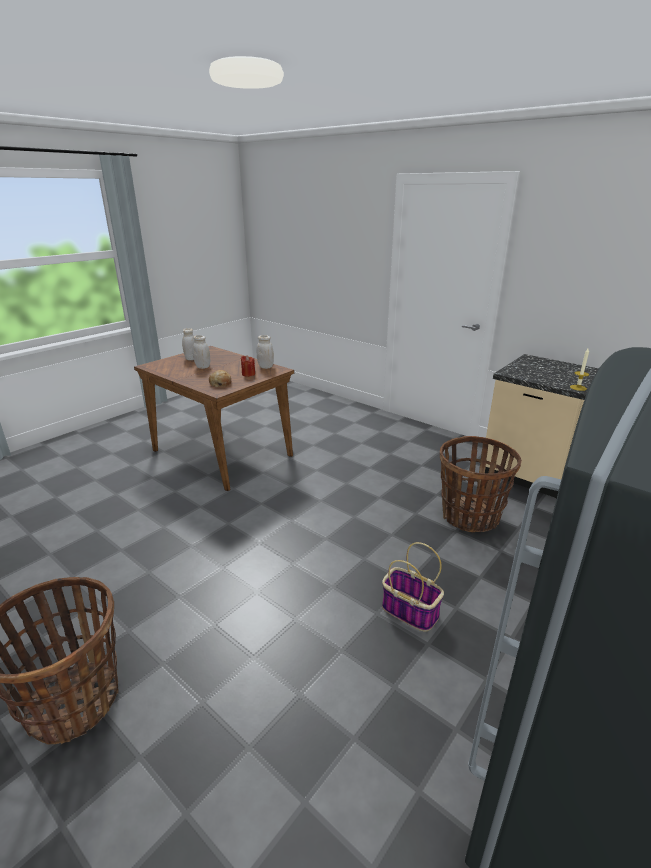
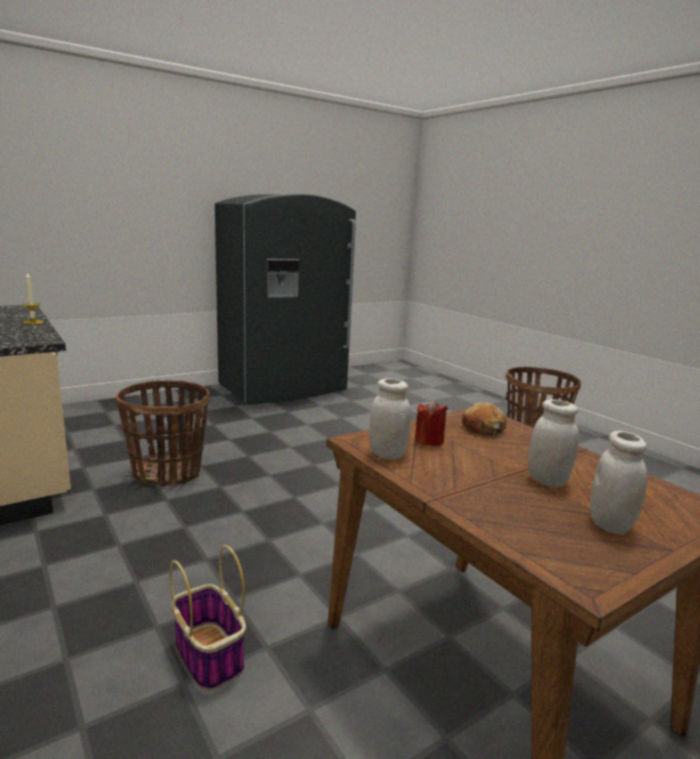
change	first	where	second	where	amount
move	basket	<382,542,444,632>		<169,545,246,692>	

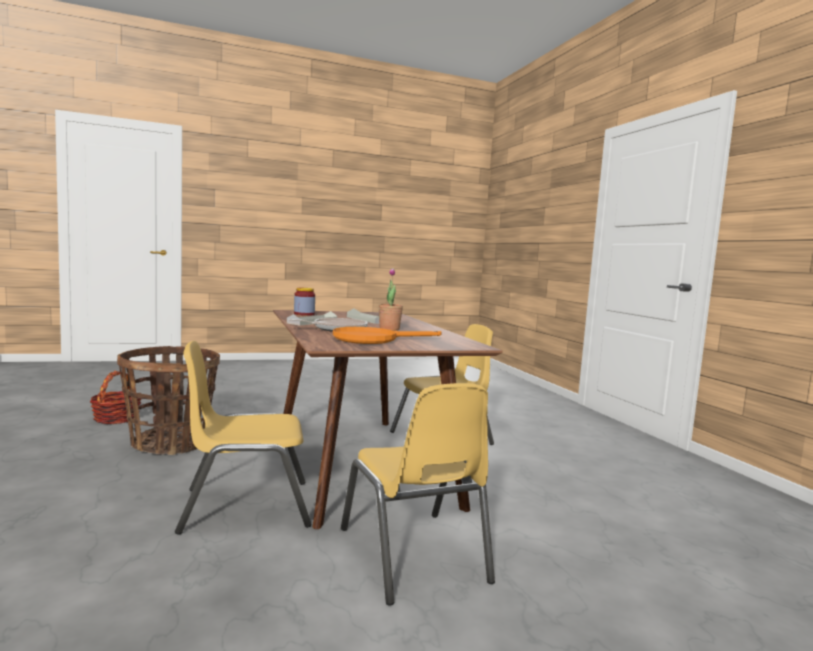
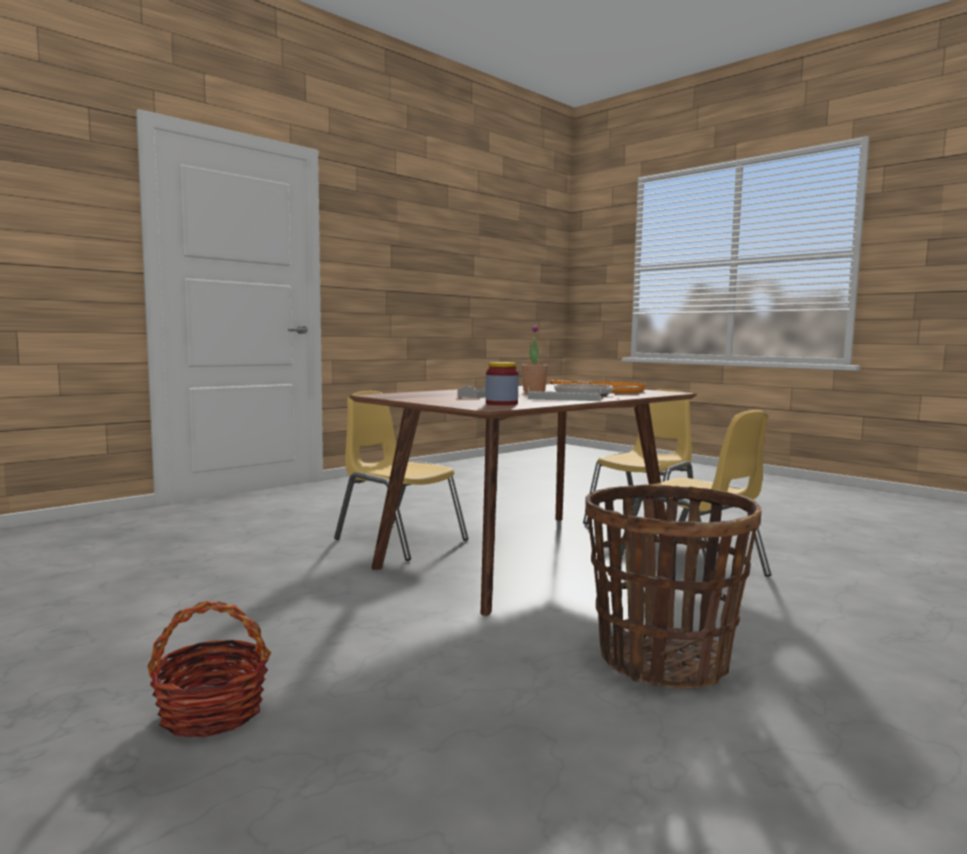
change	first	where	second	where	amount
move	basket	<90,371,142,424>		<147,601,271,737>	

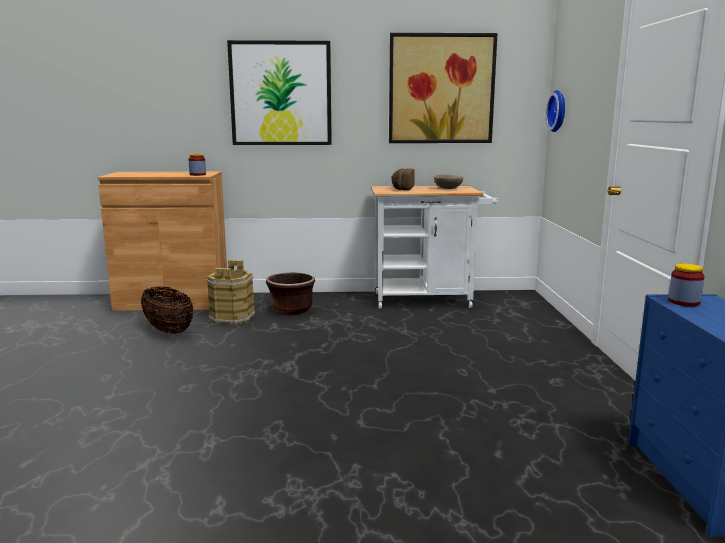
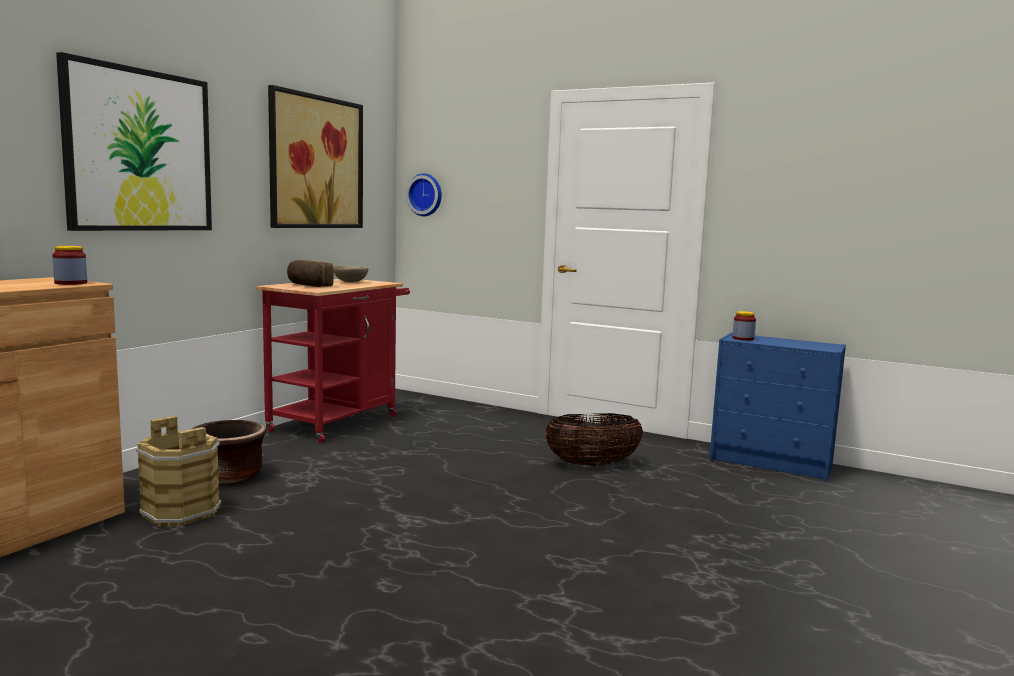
change	first	where	second	where	amount
move	basket	<141,287,193,334>		<545,413,643,466>	
recolor	white cart	<371,186,498,309>	red cart	<256,279,410,443>	

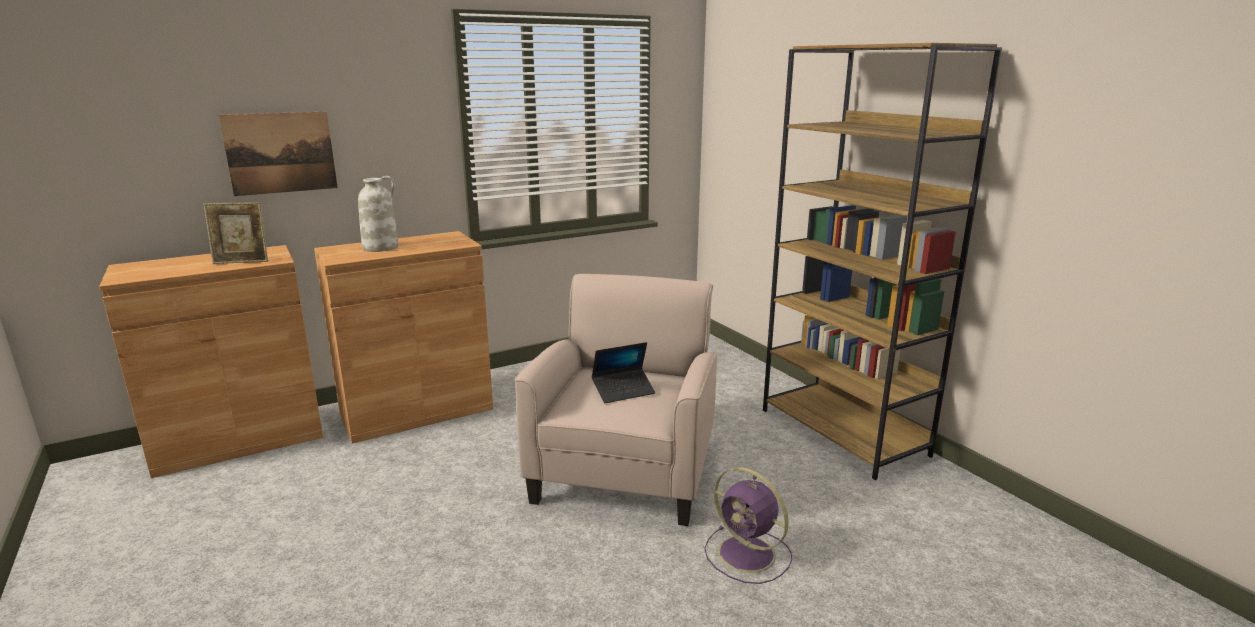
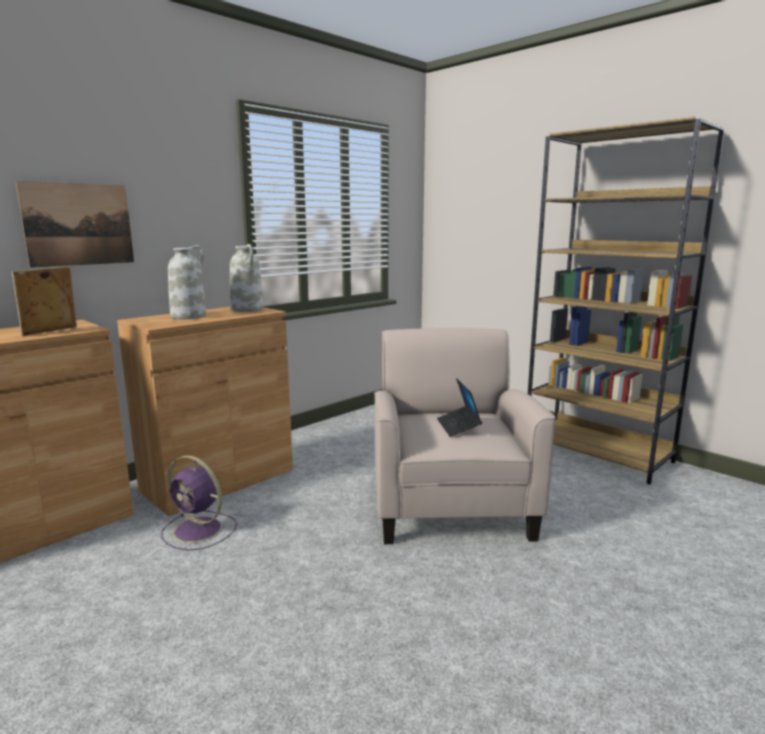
change	first	where	second	where	amount
rotate	picture frame	<204,202,268,264>		<12,266,77,336>	150 degrees clockwise
rotate	laptop	<591,342,655,403>		<437,378,482,437>	120 degrees clockwise
move	purple fan	<704,467,792,584>		<161,455,237,550>	
insert			white vase	<230,244,263,312>	

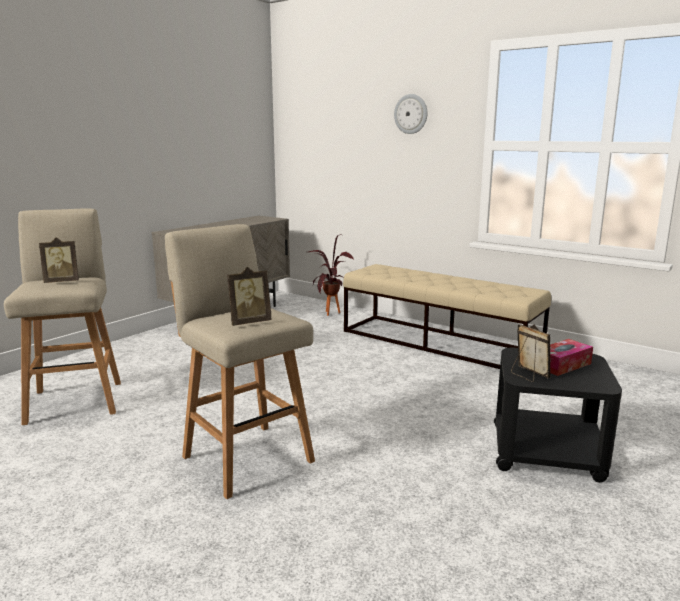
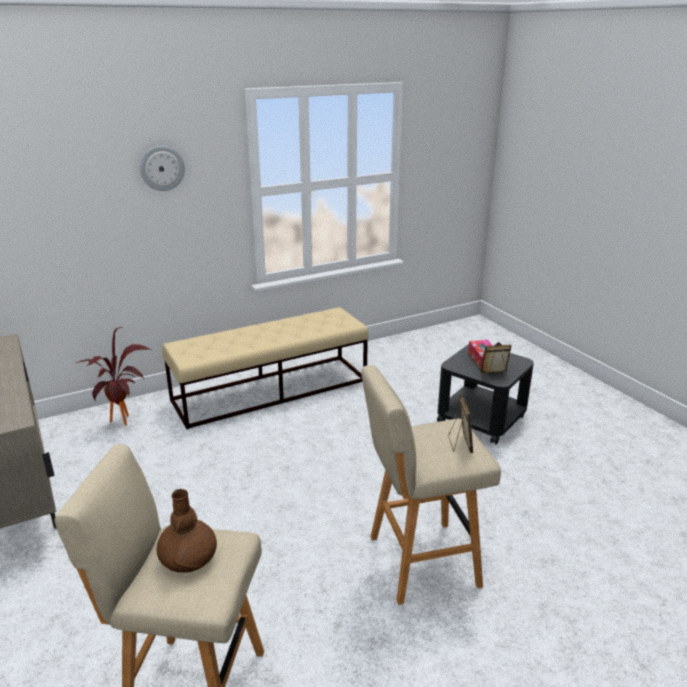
change	first	where	second	where	amount
replace	picture frame	<39,237,79,283>	brown vase	<156,489,217,573>	

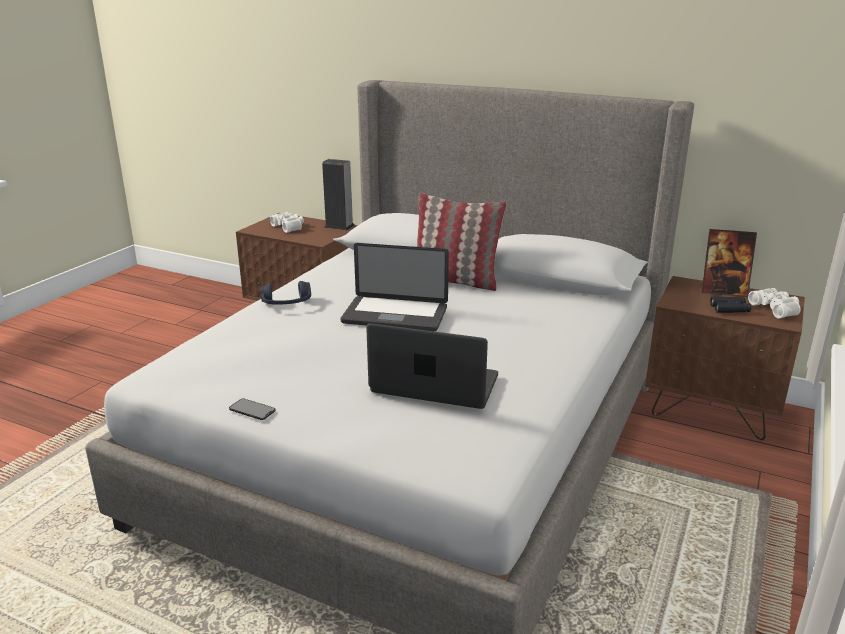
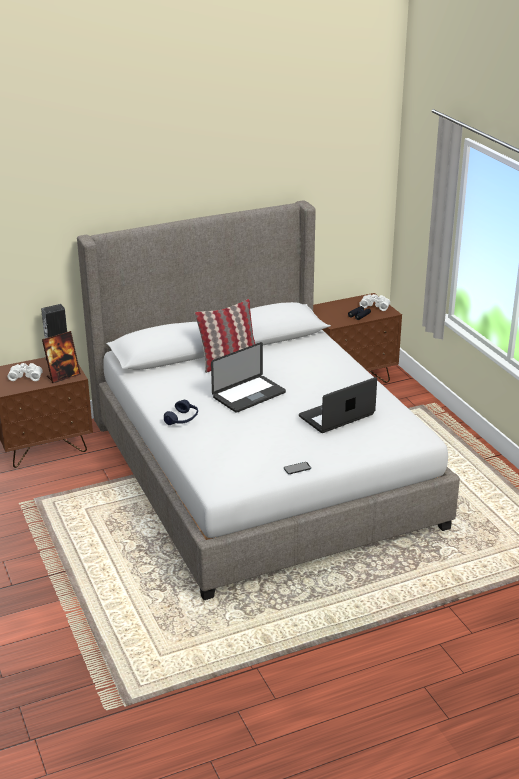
change	first	where	second	where	amount
move	picture frame	<701,229,757,297>		<42,331,81,383>	

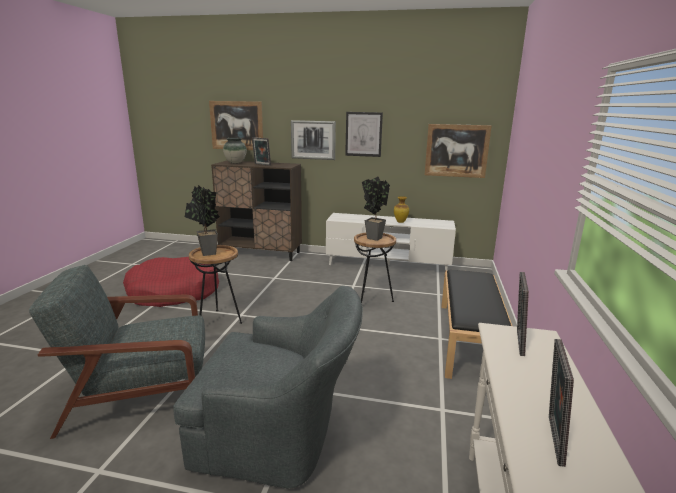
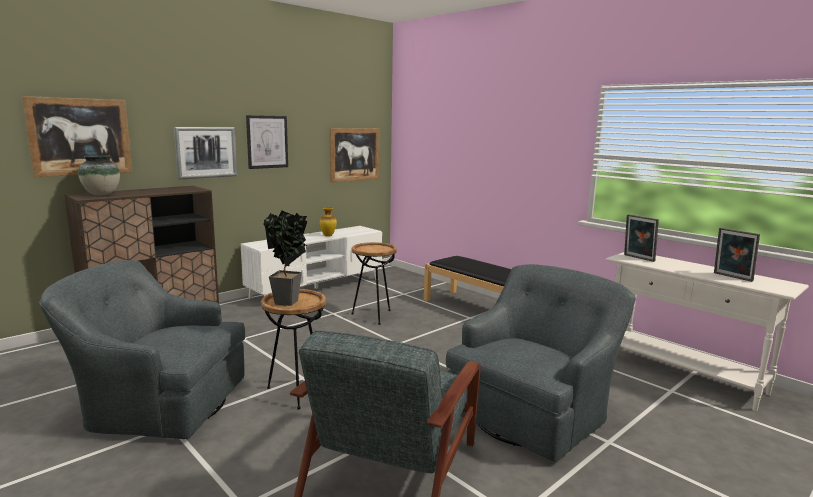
change	first	where	second	where	amount
replace	red dog bed	<123,257,219,307>	grey armchair	<39,260,245,439>	
delete	picture frame	<252,137,271,166>			
delete	potted plant	<362,176,390,241>			

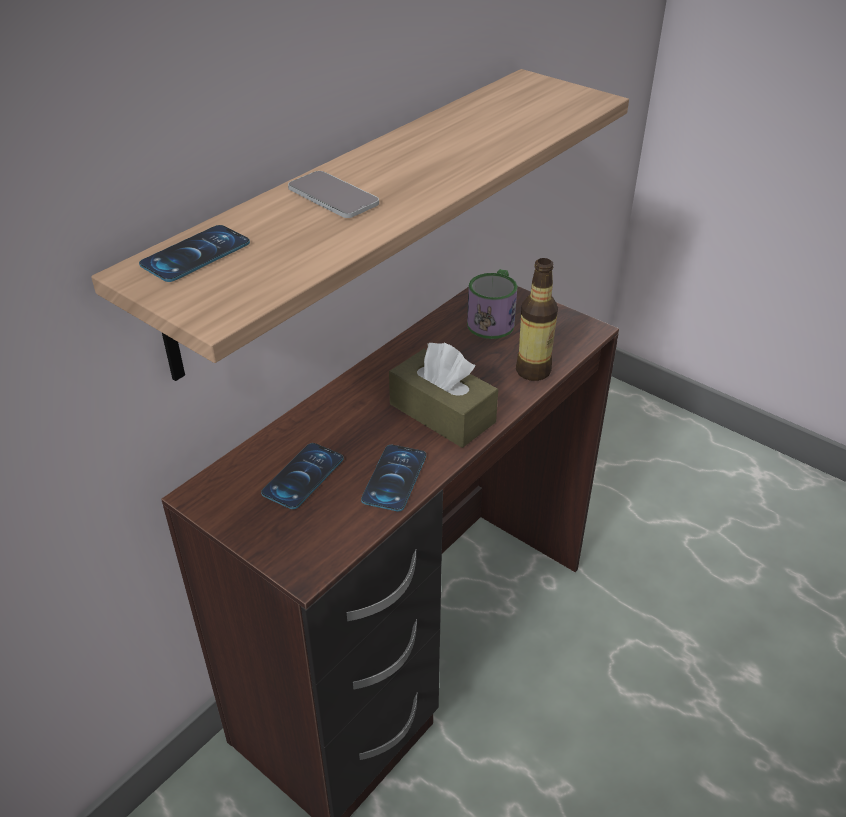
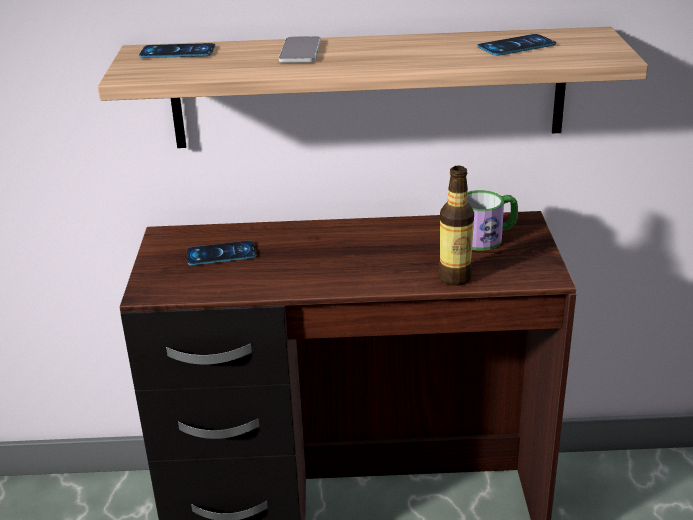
change	first	where	second	where	amount
move	phone	<361,445,426,512>		<477,34,556,56>	
delete	brown tissue box	<389,343,498,448>			

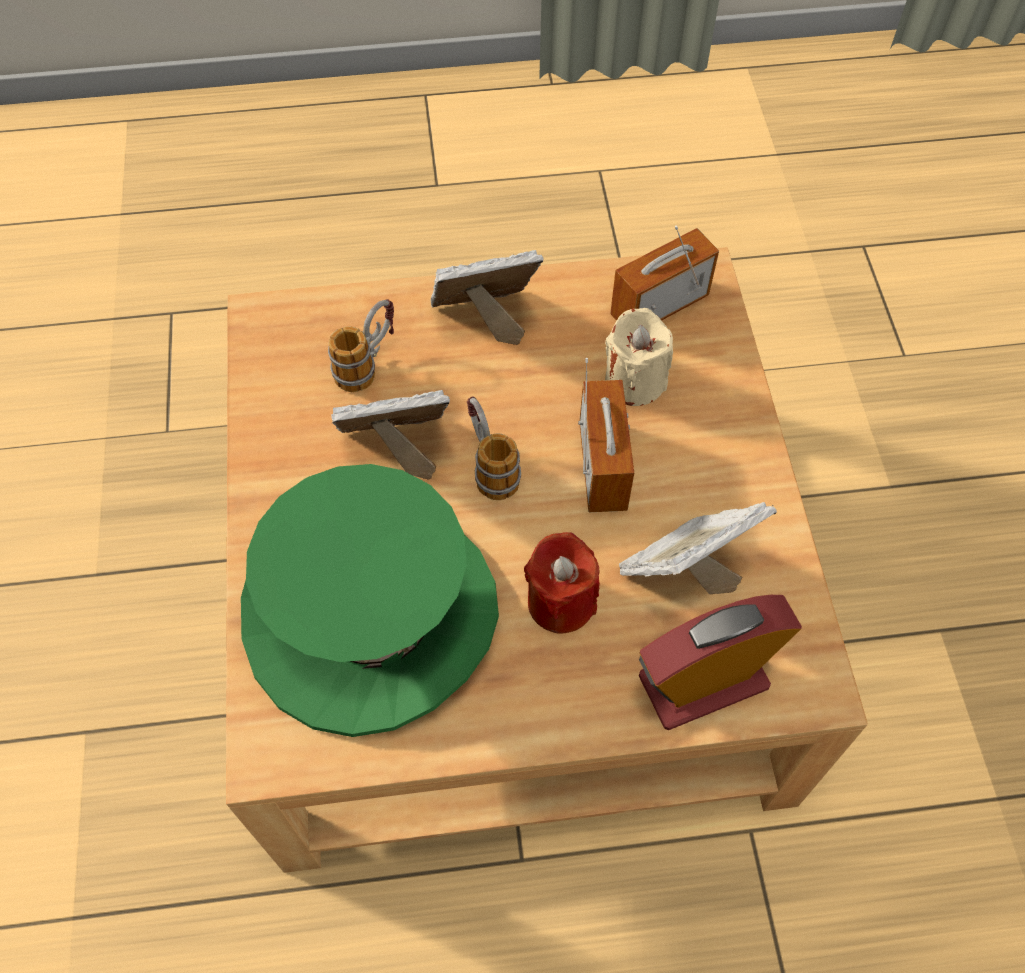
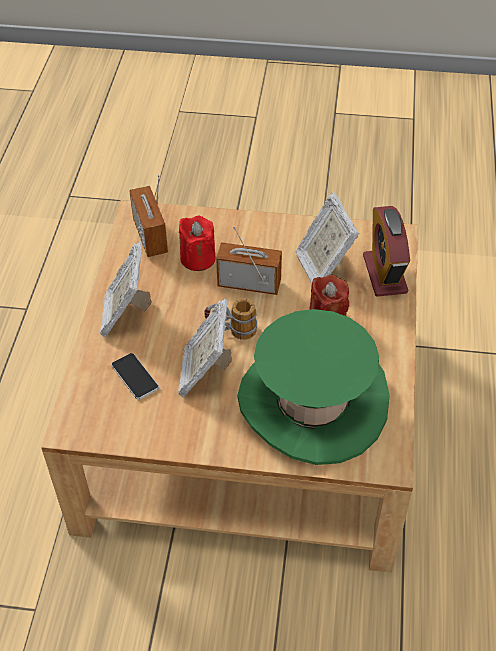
change	first	where	second	where	amount
replace	mug	<328,299,394,392>	phone	<112,353,159,400>	
recolor	beige candle	<605,308,673,406>	red candle	<179,216,216,271>	

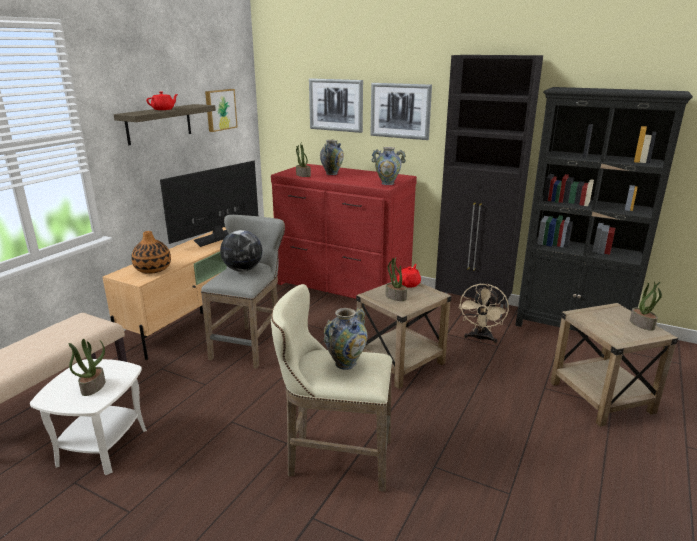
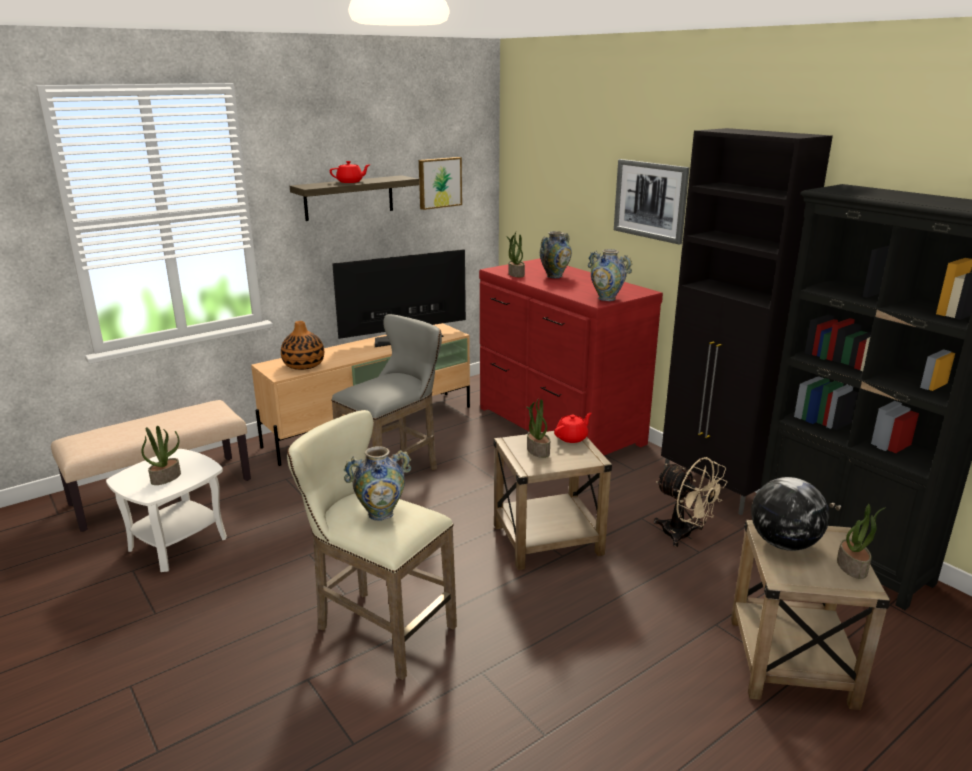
change	first	where	second	where	amount
move	globe	<220,230,262,272>		<751,477,829,551>	
delete	picture	<309,78,363,133>			
rotate	beige fan	<459,284,509,343>		<654,457,727,547>	90 degrees counterclockwise

